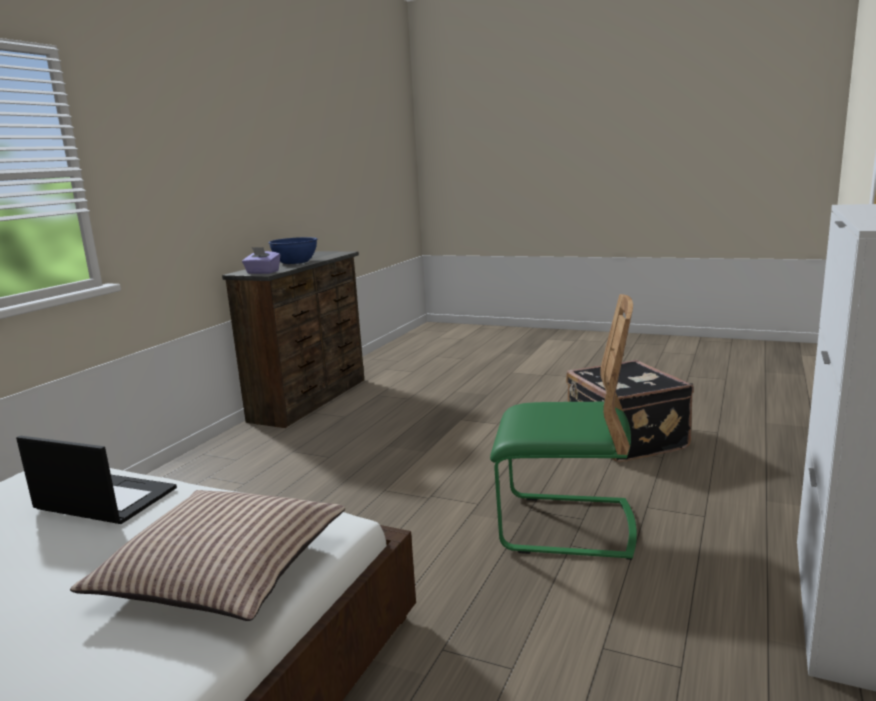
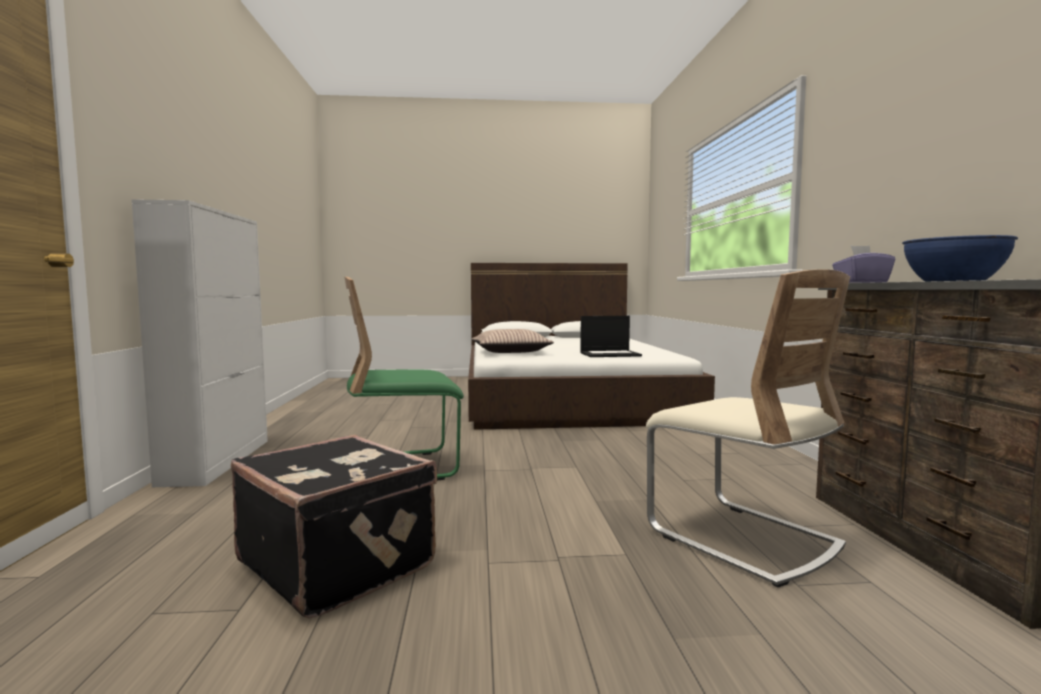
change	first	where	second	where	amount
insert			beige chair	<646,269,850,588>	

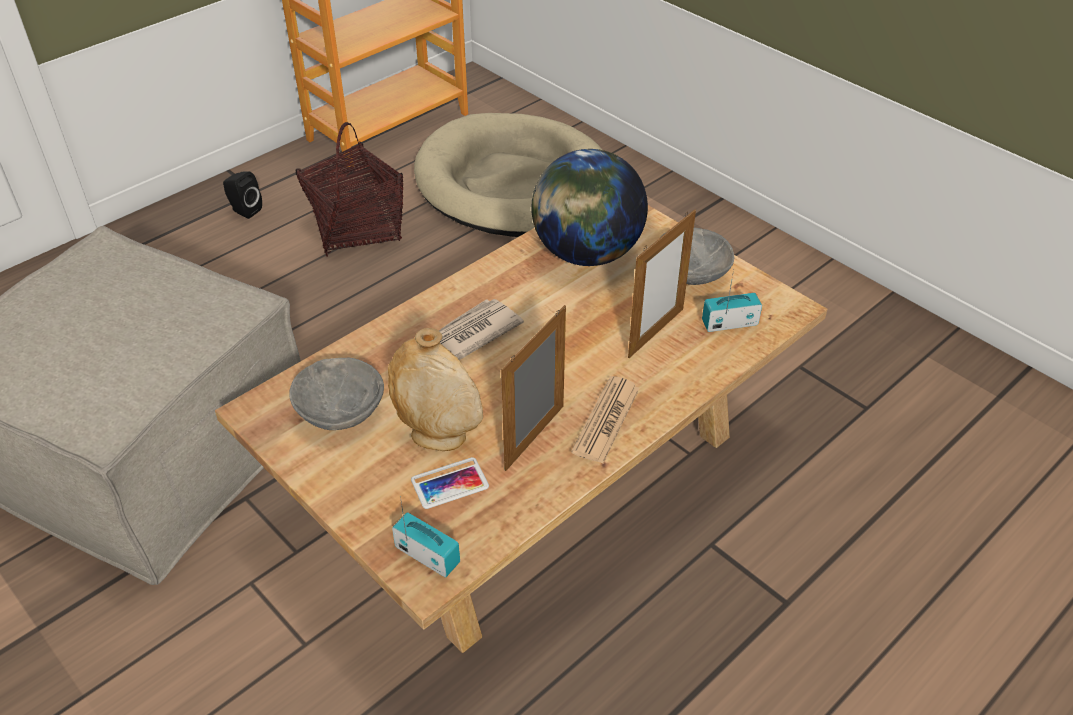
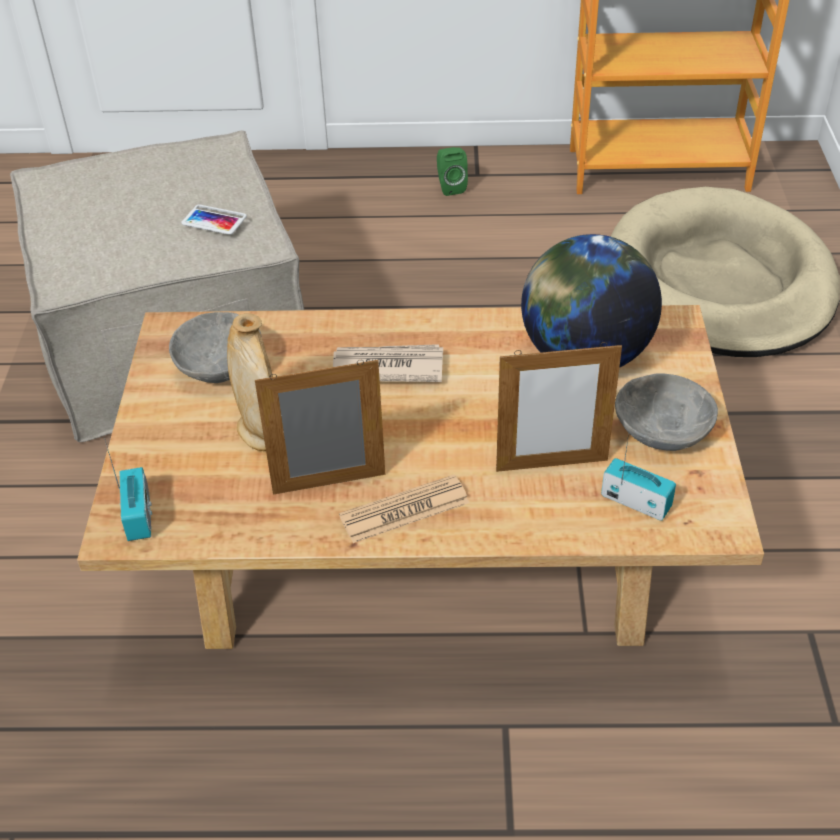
change	first	where	second	where	amount
recolor	black speaker	<223,171,262,219>	green speaker	<437,147,468,196>	
delete	basket	<295,122,403,256>			
move	phone	<411,457,489,509>		<181,204,247,235>	

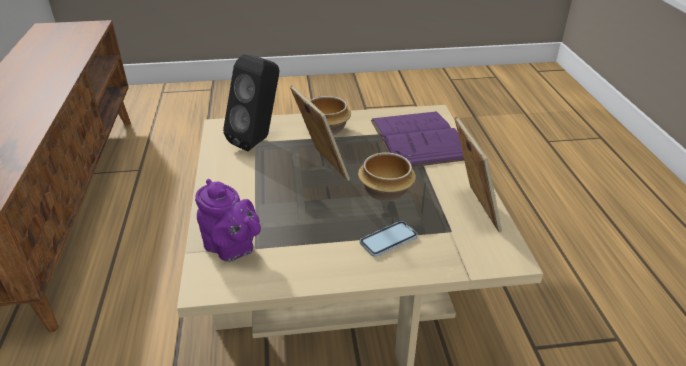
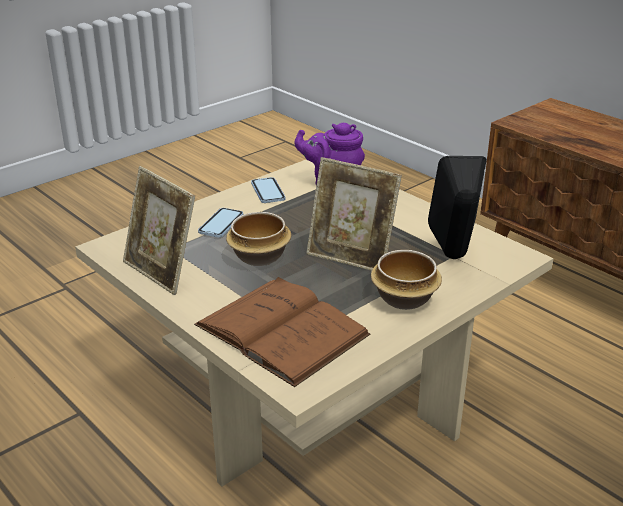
change	first	where	second	where	amount
recolor	purple book	<371,112,464,167>	brown book	<194,277,371,387>	
insert			phone	<251,177,285,203>	

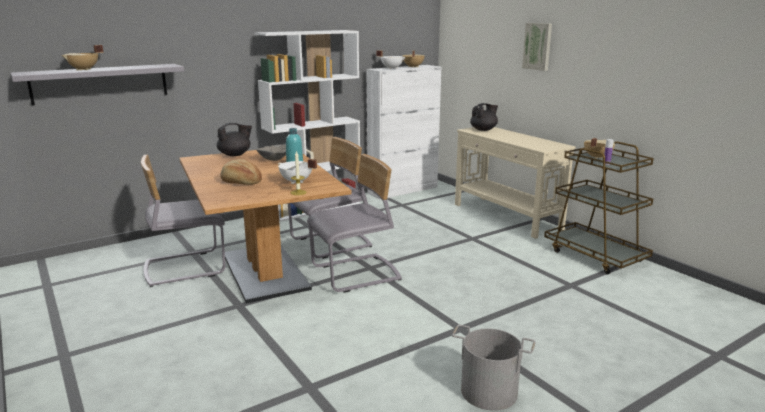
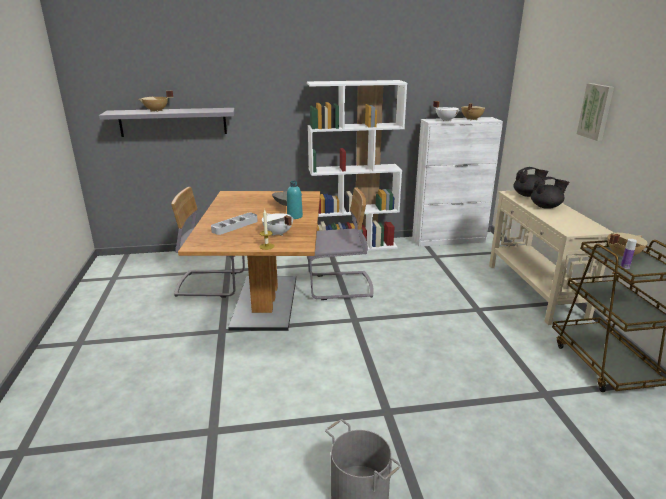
change	first	where	second	where	amount
move	black teapot	<217,123,252,156>		<531,177,569,209>	
replace	bread	<221,159,262,185>	grey tray	<211,213,258,235>	
delete	grey chair	<307,154,402,293>			

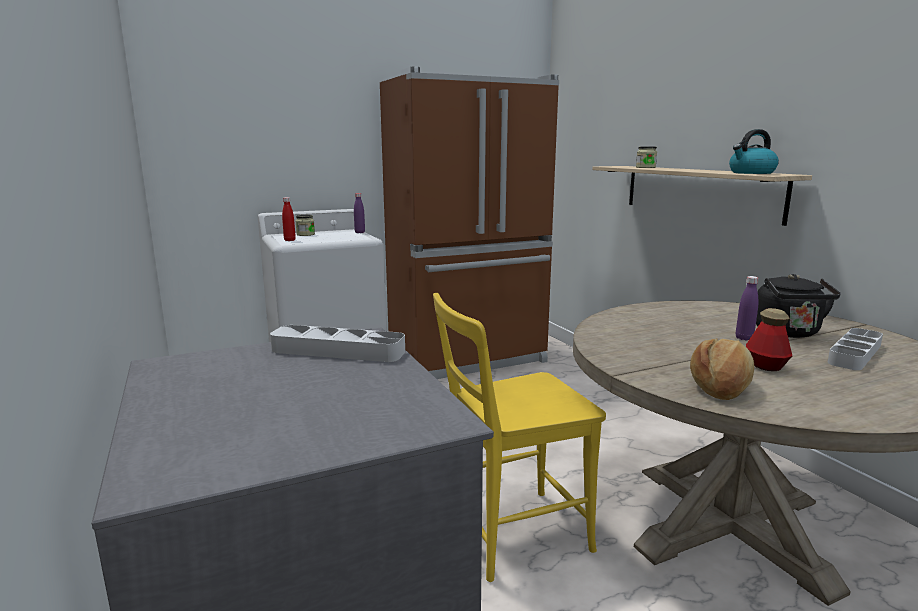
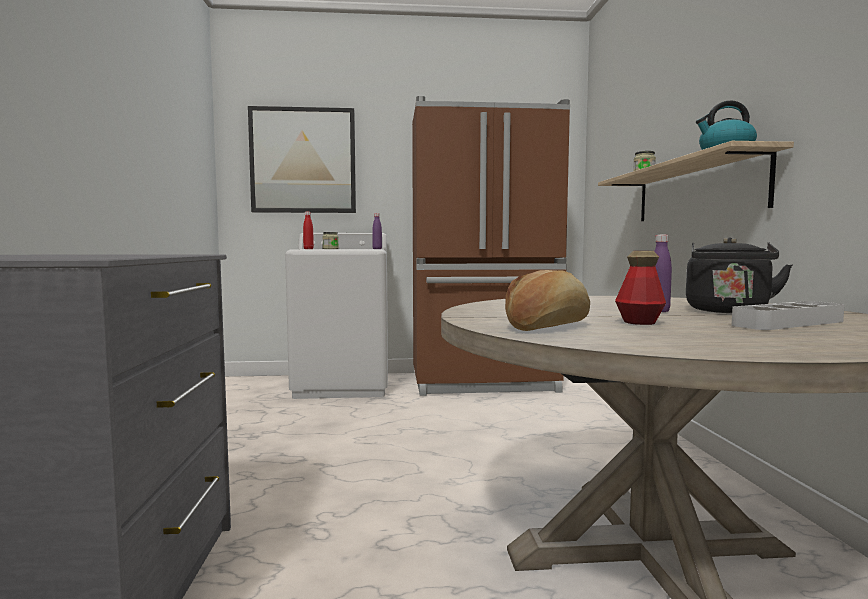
change	first	where	second	where	amount
delete	grey tray	<270,325,405,362>			
delete	yellow chair	<433,293,606,582>			
insert			picture	<248,106,356,213>	

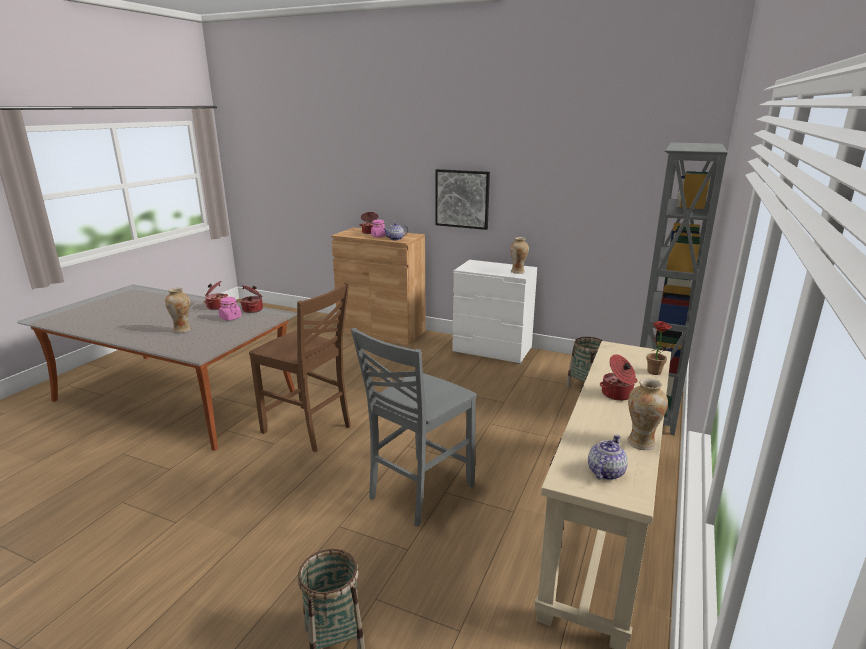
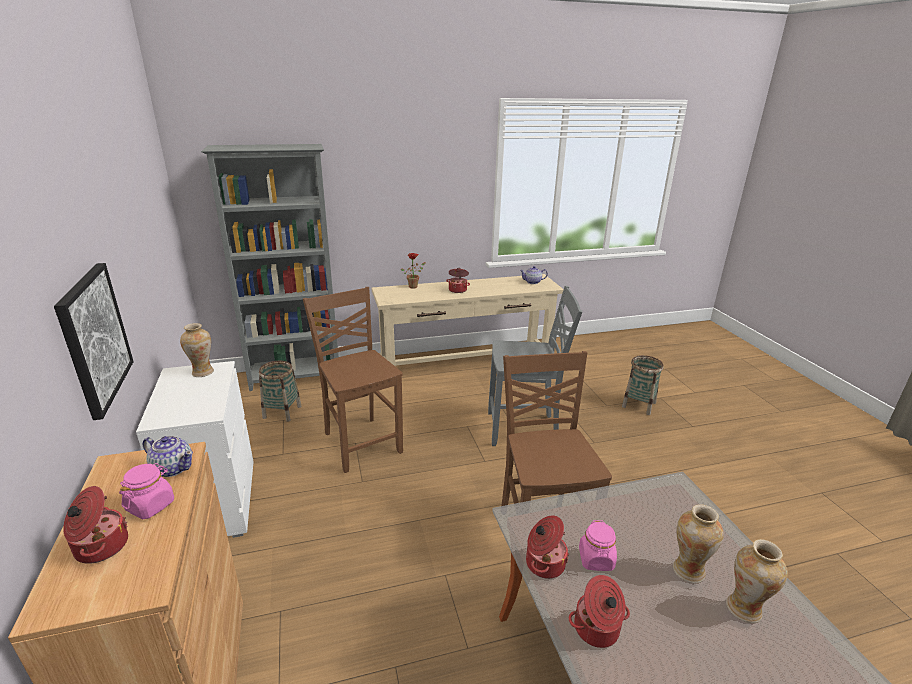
change	first	where	second	where	amount
move	vase	<627,378,668,450>		<726,539,788,623>	
insert			brown chair	<303,287,403,473>	

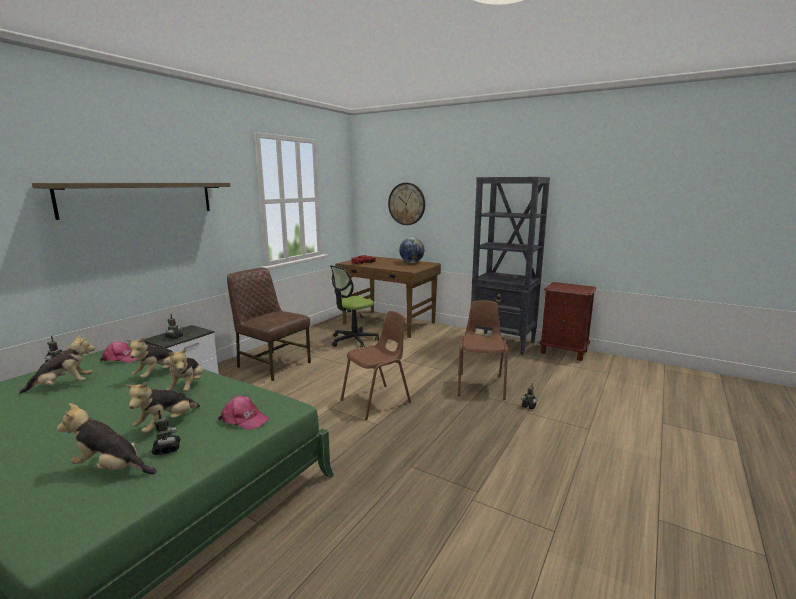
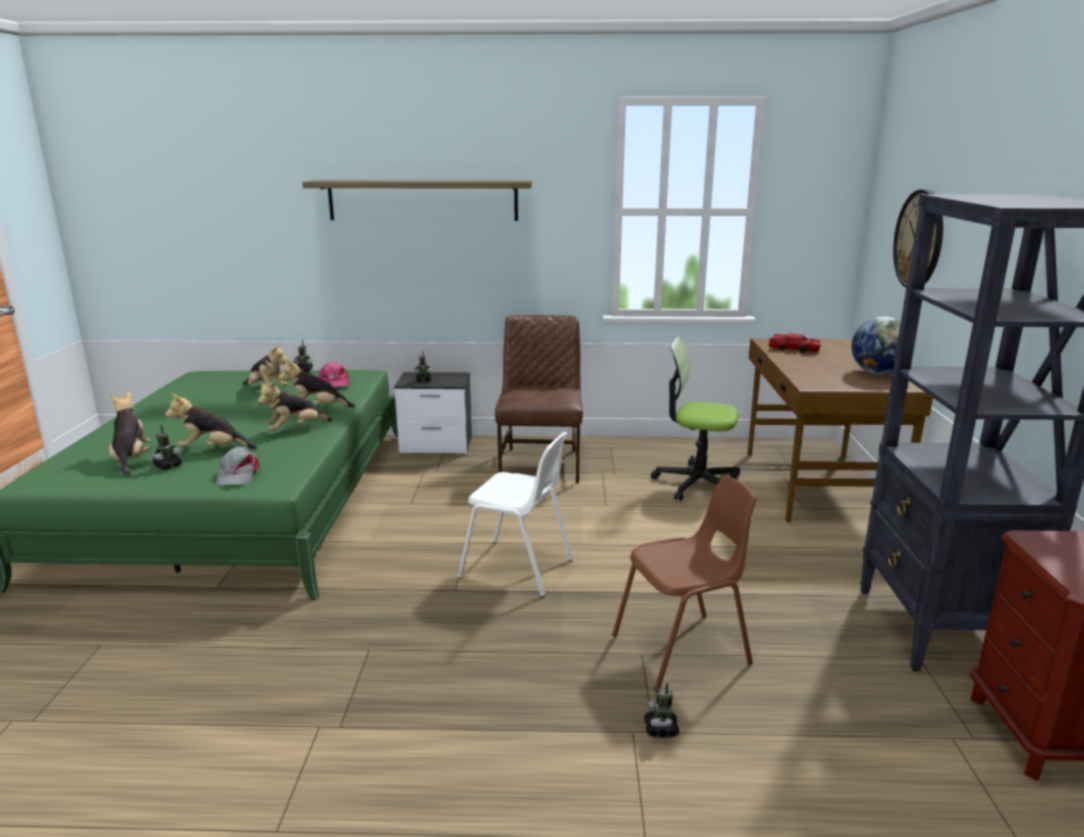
change	first	where	second	where	amount
recolor	pink cap	<218,396,269,430>	grey cap	<216,446,260,486>	
recolor	brown chair	<341,311,411,420>	white chair	<458,432,573,597>	

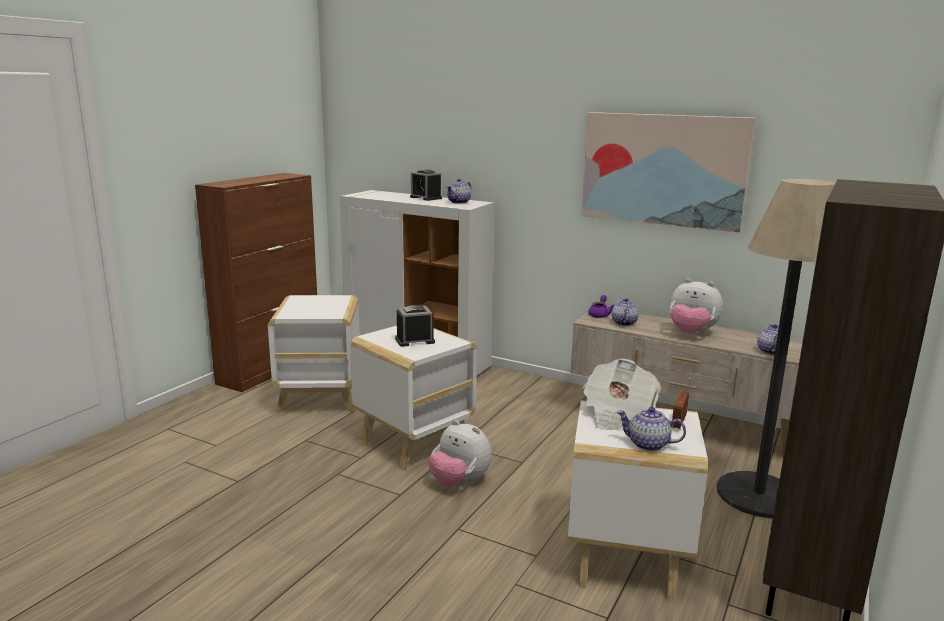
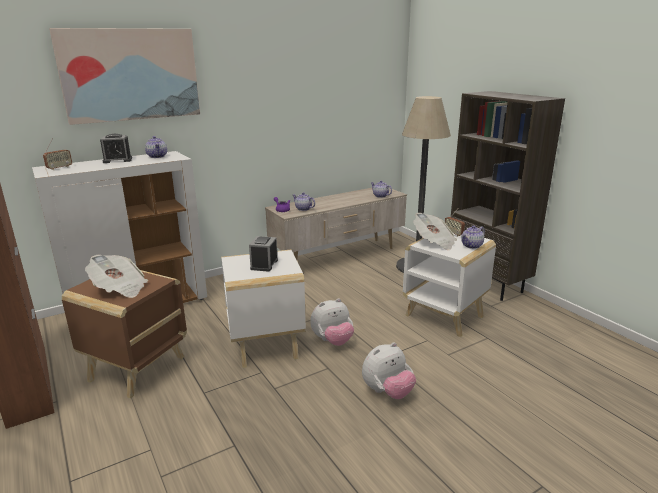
change	first	where	second	where	amount
recolor	white side table	<268,295,360,412>	brown side table	<62,270,187,399>	
move	picture	<581,112,756,232>		<49,28,200,125>	
move	plush toy	<670,278,723,334>		<362,342,416,399>	
insert			radio	<43,138,72,170>	
insert			newspaper	<85,255,148,298>	

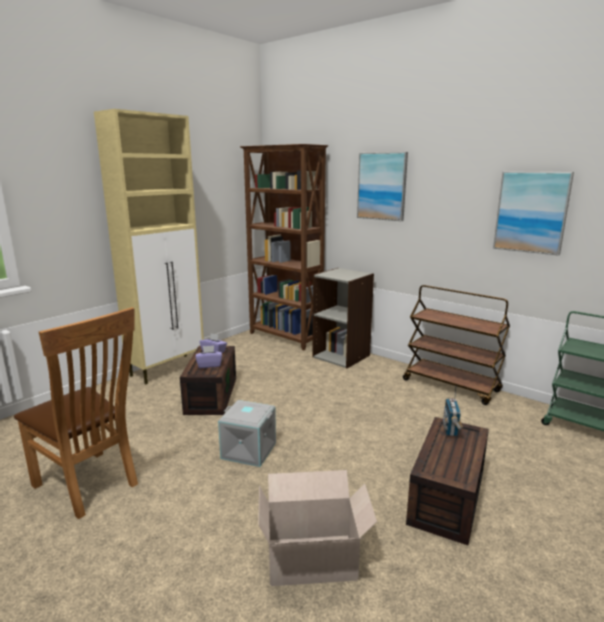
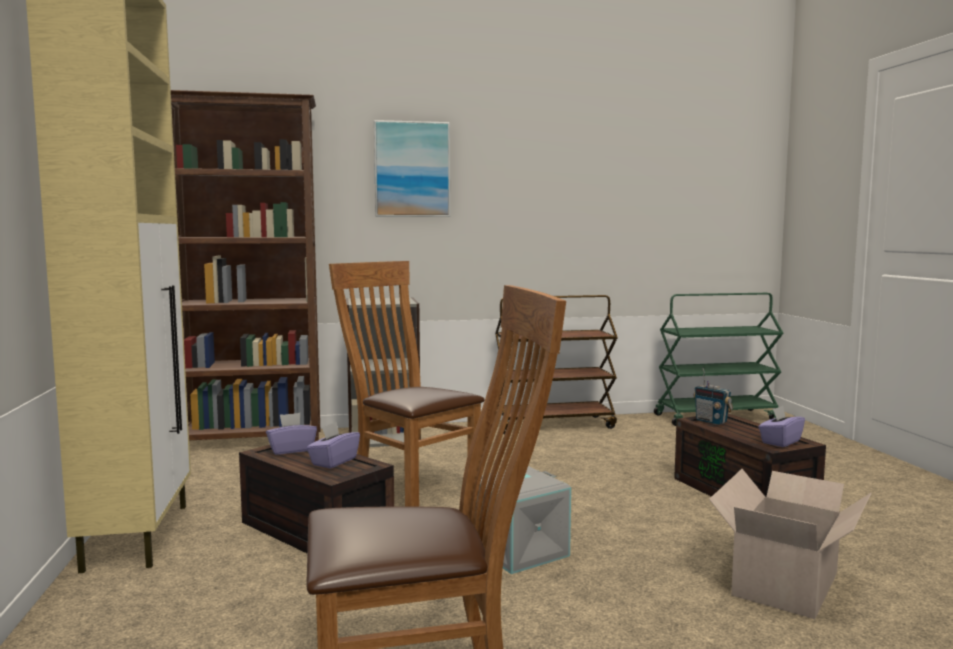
change	first	where	second	where	amount
delete	picture	<493,171,574,256>			
insert			brown chair	<329,261,485,507>	
insert			purple tissue box	<758,406,805,447>	

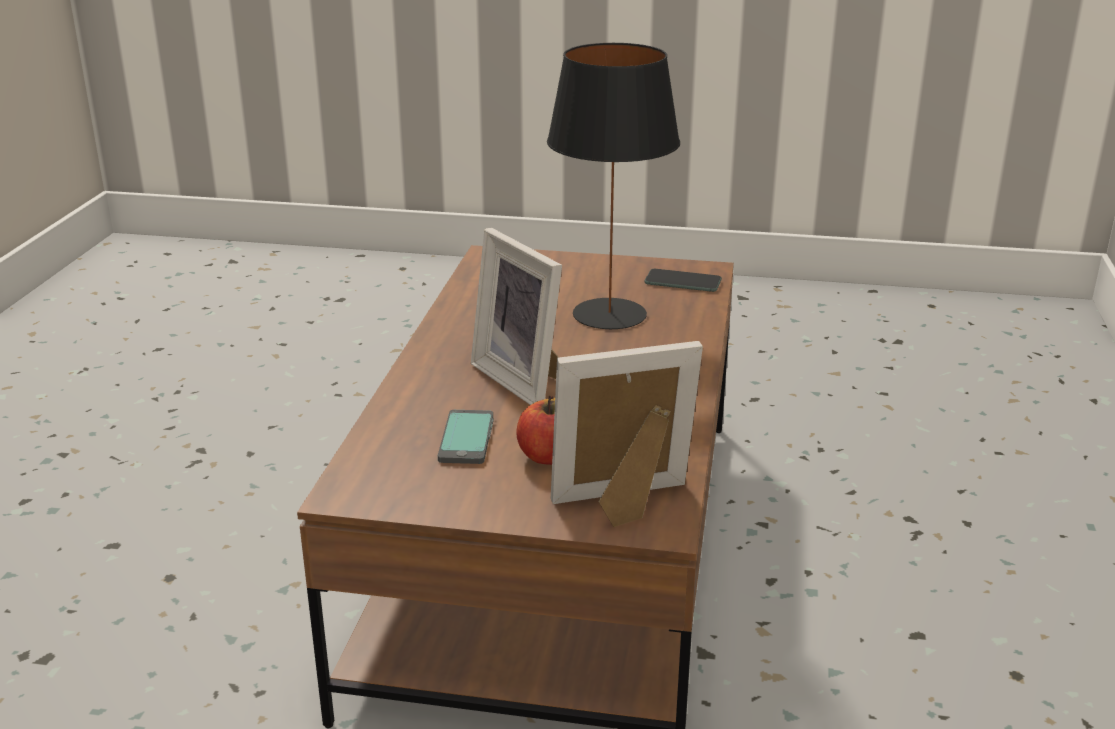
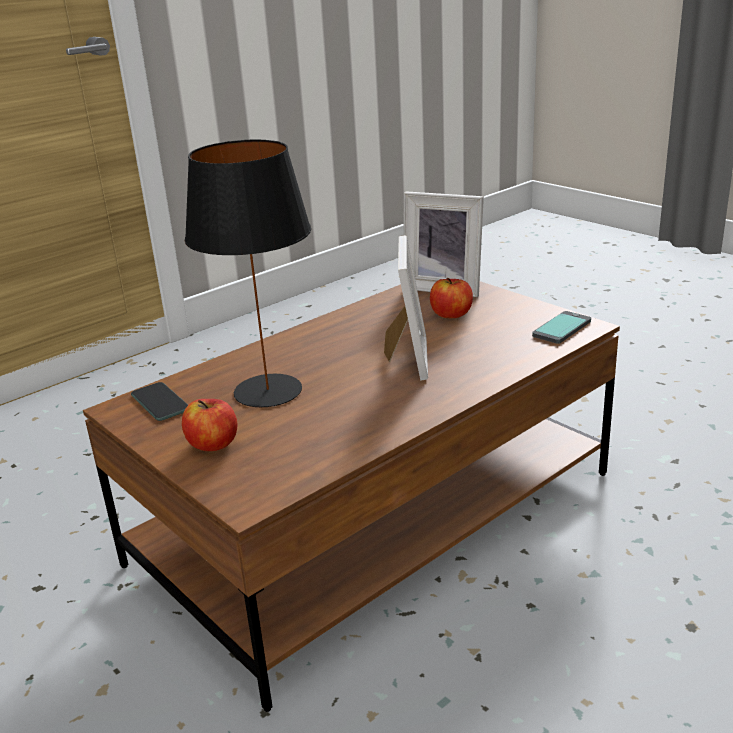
change	first	where	second	where	amount
move	phone	<438,410,494,464>		<532,311,591,344>	
insert			apple	<182,399,237,451>	

